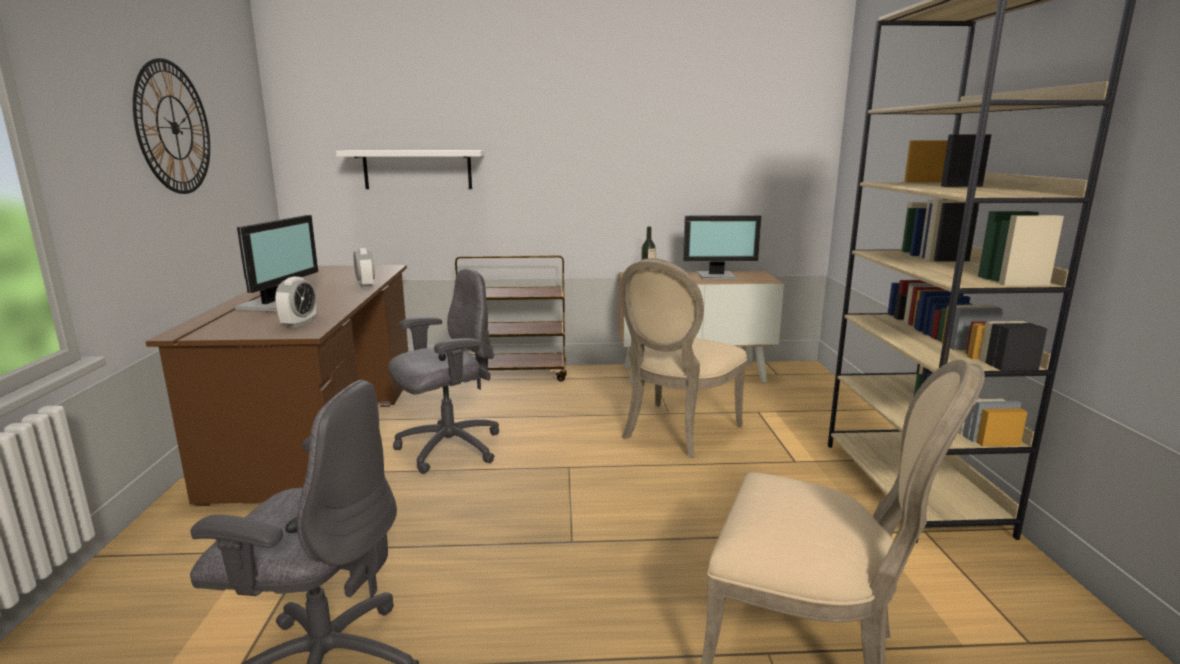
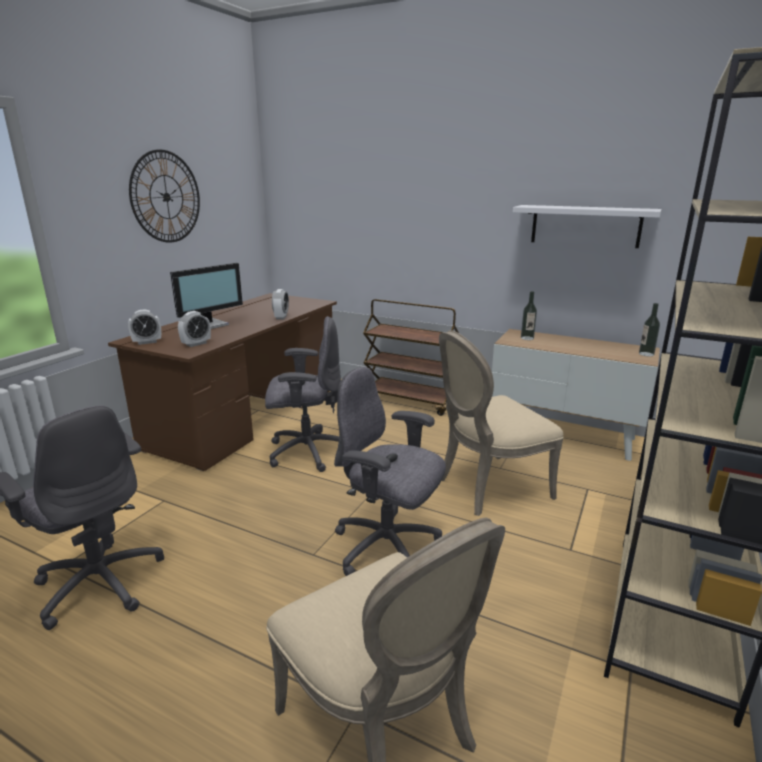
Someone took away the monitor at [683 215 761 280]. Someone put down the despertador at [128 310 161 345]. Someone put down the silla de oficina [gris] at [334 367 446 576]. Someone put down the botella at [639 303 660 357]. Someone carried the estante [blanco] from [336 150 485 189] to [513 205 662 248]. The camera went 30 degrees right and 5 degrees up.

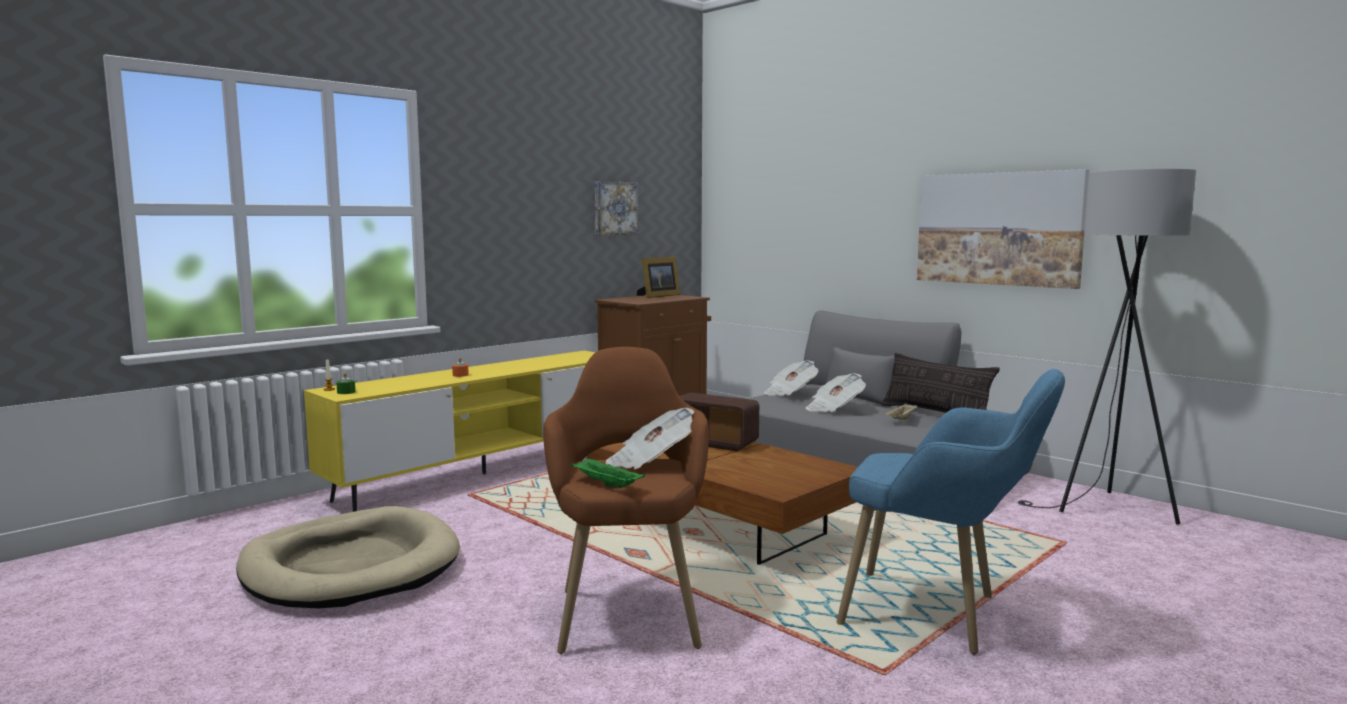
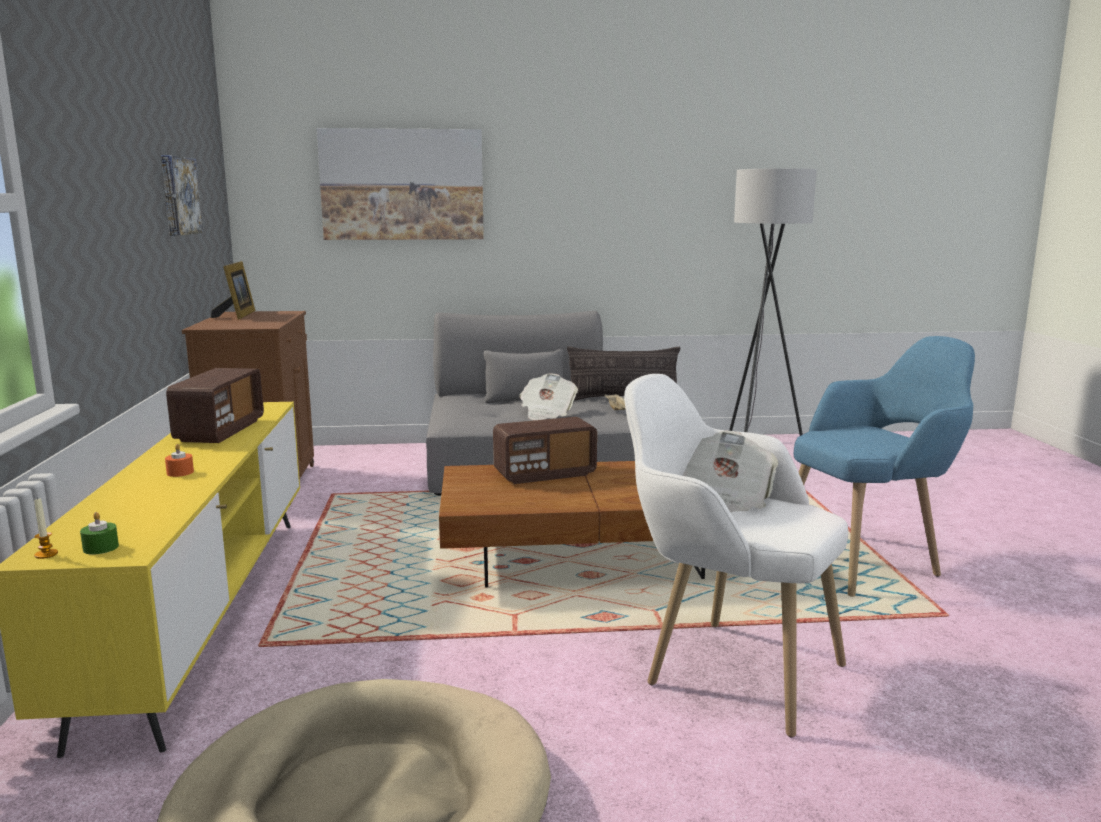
Someone took away the bandeja [verde] at [570 457 645 489]. Someone took away the periódico at [764 360 819 396]. Someone put down the radio at [166 368 264 443]. Someone carried the cuadro from [917 169 1089 289] to [317 128 484 240]. Someone repainted the sillón [marrón] at [543 347 709 654], which became the sillón [blanco] at [624 374 848 738]. The camera went 50 degrees left and 5 degrees up.

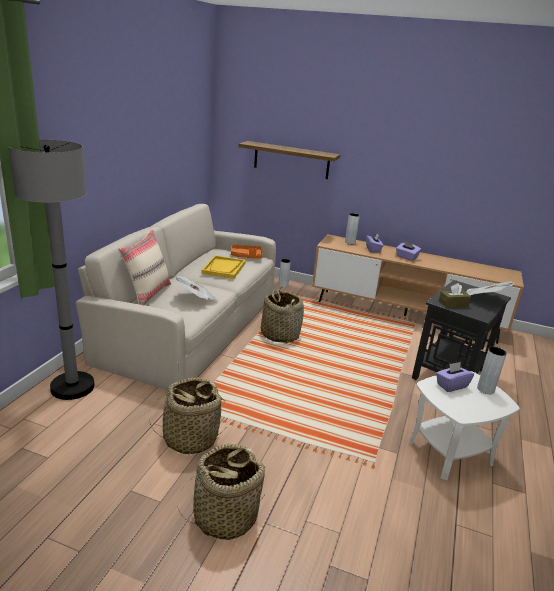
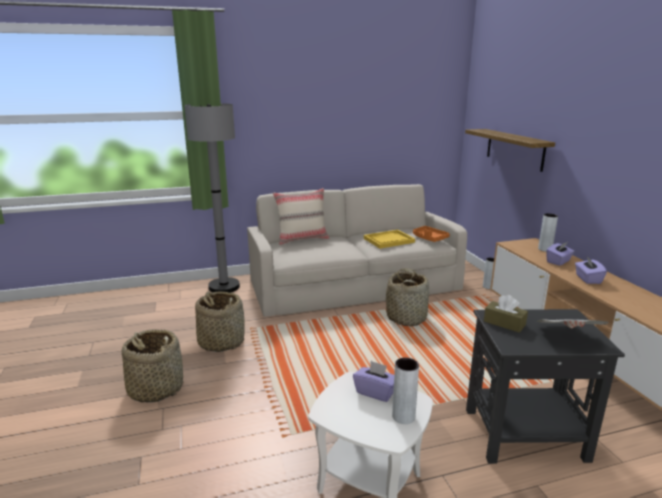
Someone took away the periódico at [174 276 218 300]. The camera went 55 degrees right and 5 degrees down.

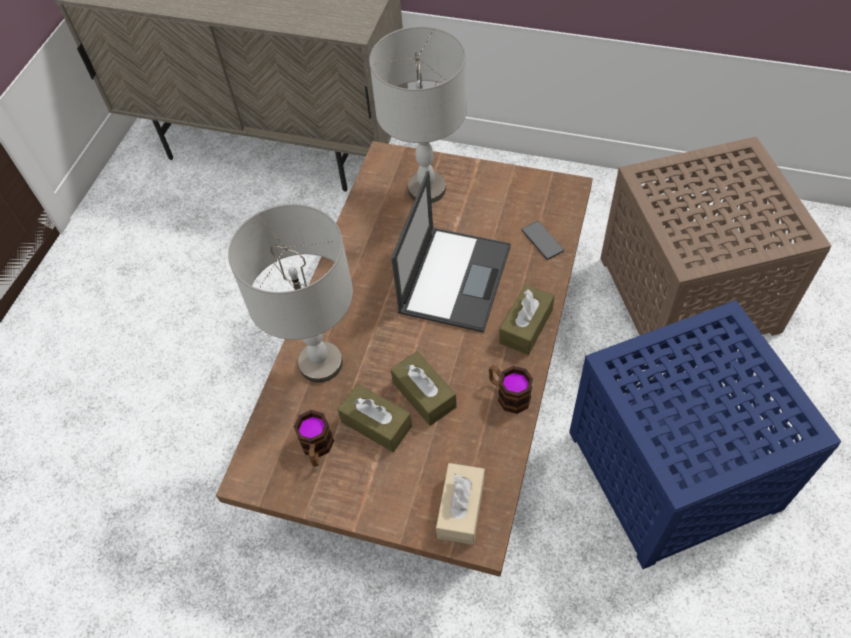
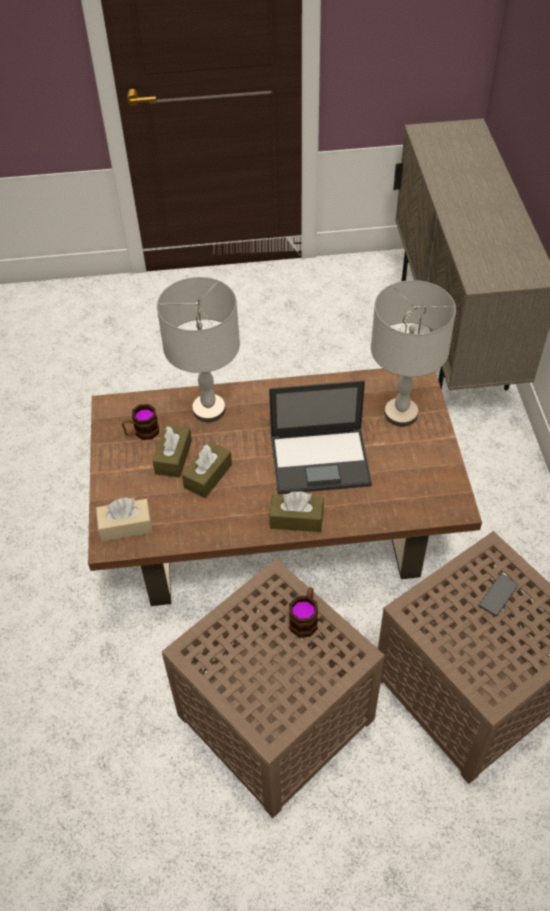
Someone carried the taza grande from [489 365 533 414] to [289 587 318 638]. Someone carried the móvil from [522 221 564 260] to [479 574 518 616]. Someone repainted the mesa auxiliar [azul] at [569 300 841 569], which became the mesa auxiliar [marrón] at [162 559 385 818]. The camera went 65 degrees right and 5 degrees down.

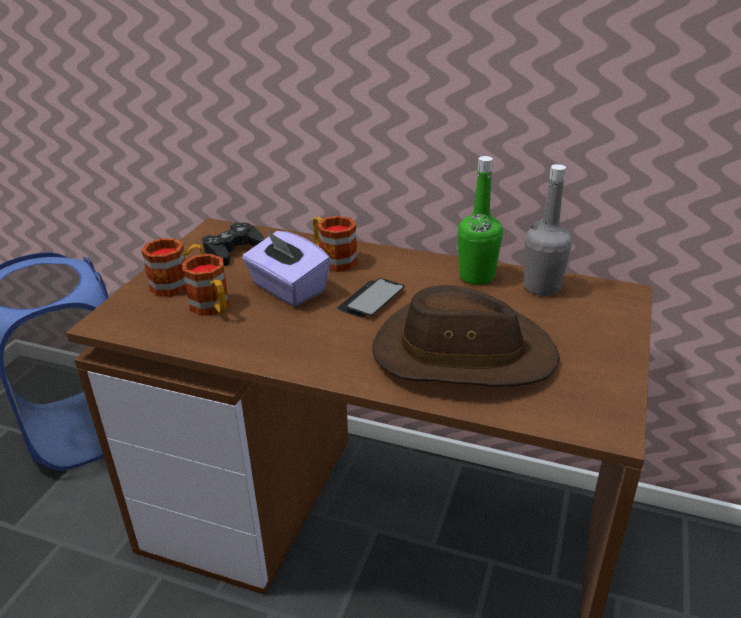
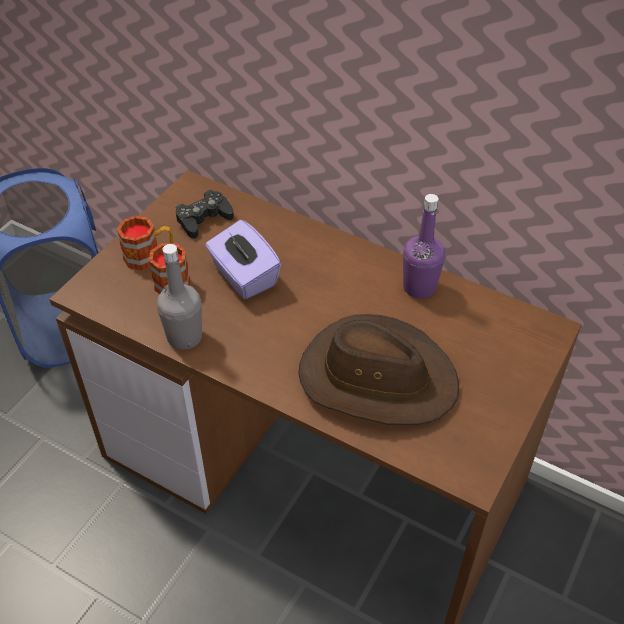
Someone took away the taza grande at [313 216 358 272]. Someone took away the móvil at [337 278 405 317]. Someone carried the botella [gris] from [524 164 572 296] to [157 244 202 350]. Someone repainted the botella [verde] at [458 156 503 285], which became the botella [morado] at [403 194 445 299]. The camera went 10 degrees right and 15 degrees up.

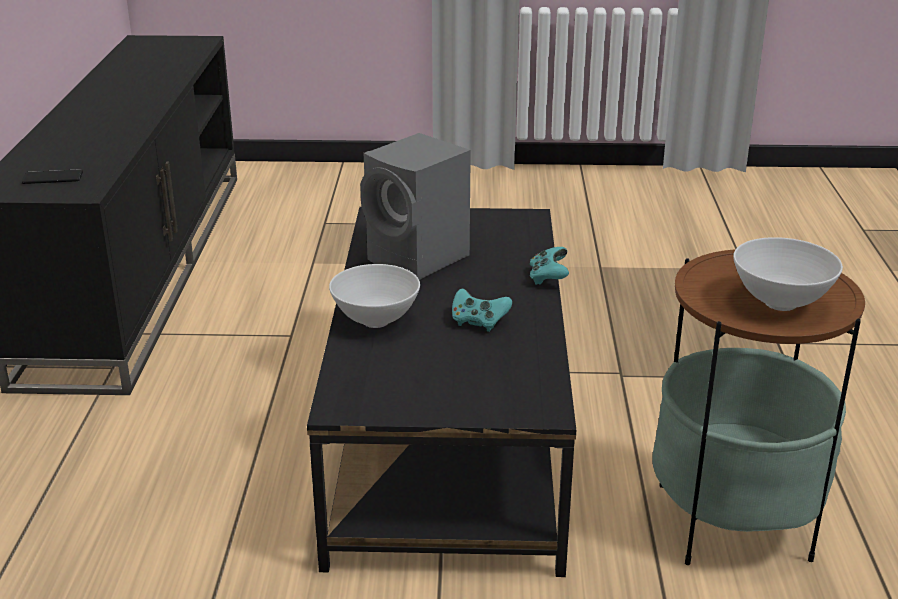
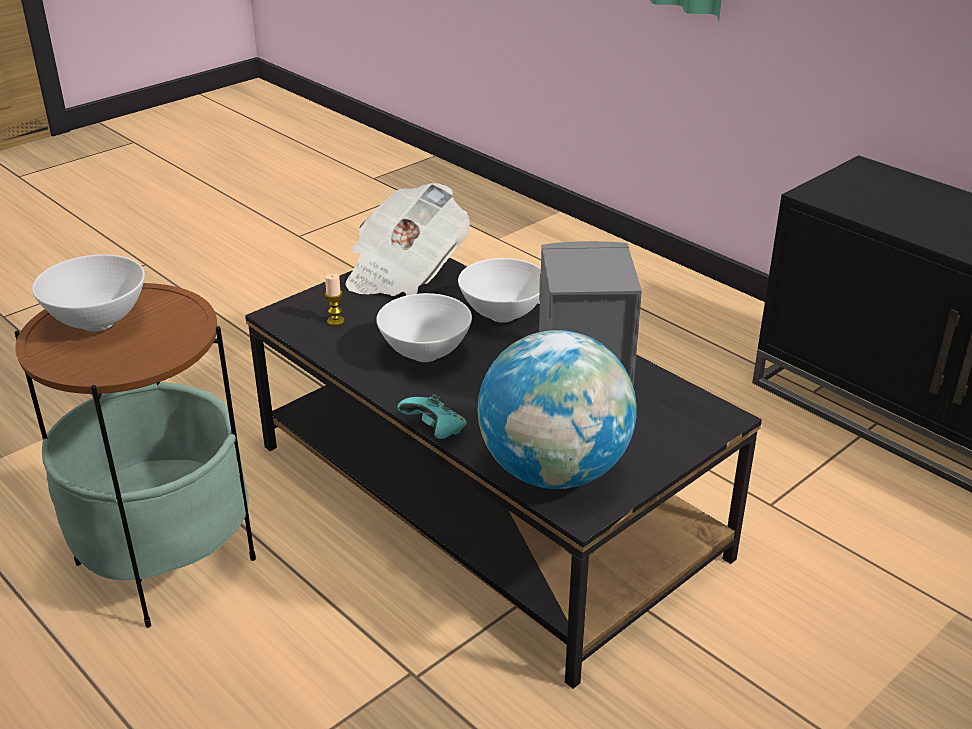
Someone took away the móvil at [21 169 83 184]. Someone put down the vela at [325 274 345 326]. Someone put down the periódico at [345 183 470 296]. Someone put down the globo terráqueo at [478 330 637 489]. Someone swapped the mando de consola [turquesa] at [452 288 512 332] for the cuenco [blanco] at [376 293 472 362]. The camera went 135 degrees right and 5 degrees up.

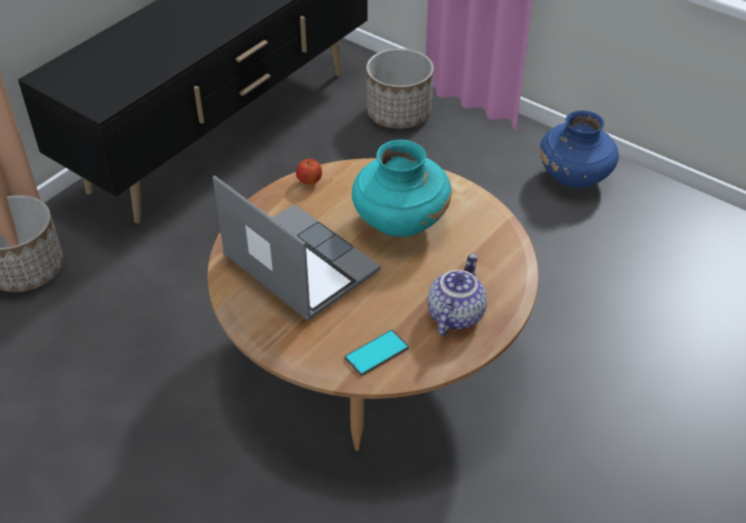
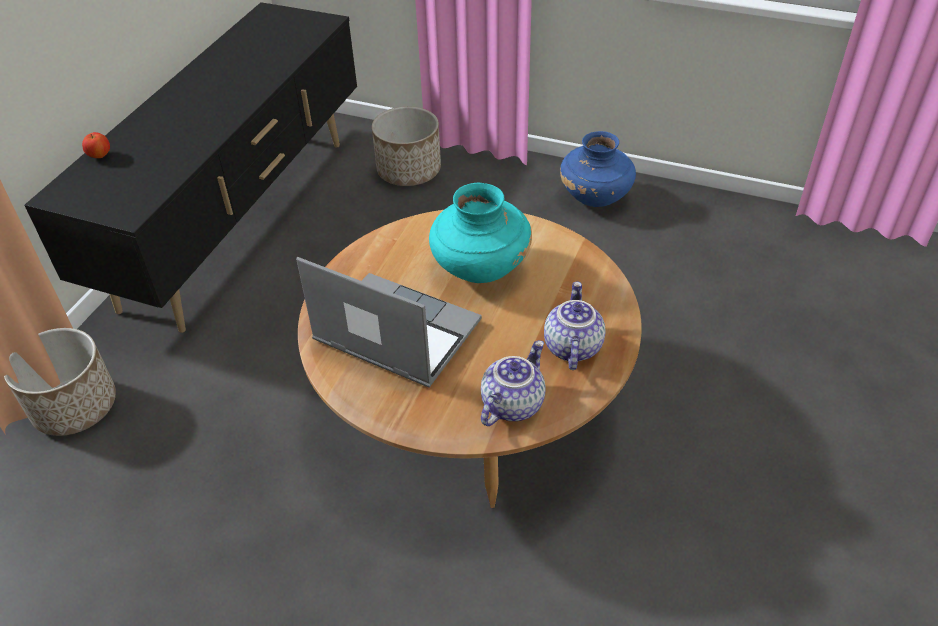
Someone carried the manzana from [296 158 322 185] to [82 132 110 158]. Someone swapped the móvil at [345 329 409 376] for the tetera at [481 340 546 426]. The camera went 15 degrees left and 0 degrees up.

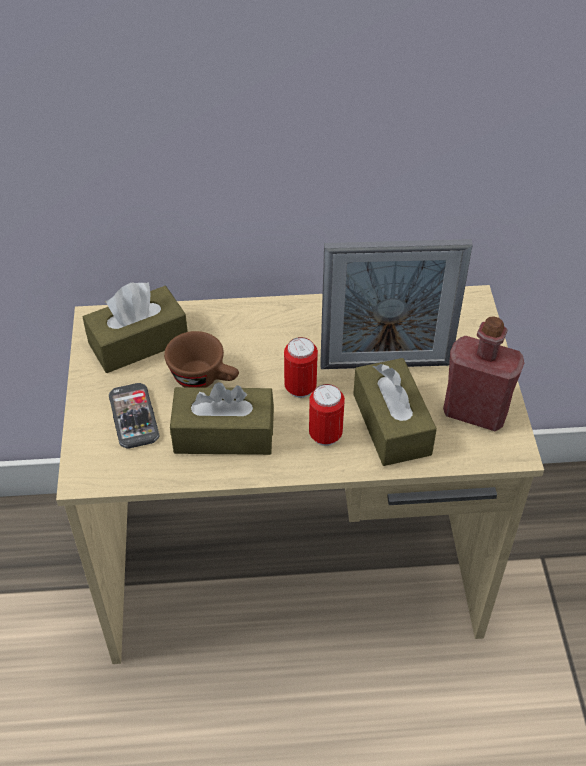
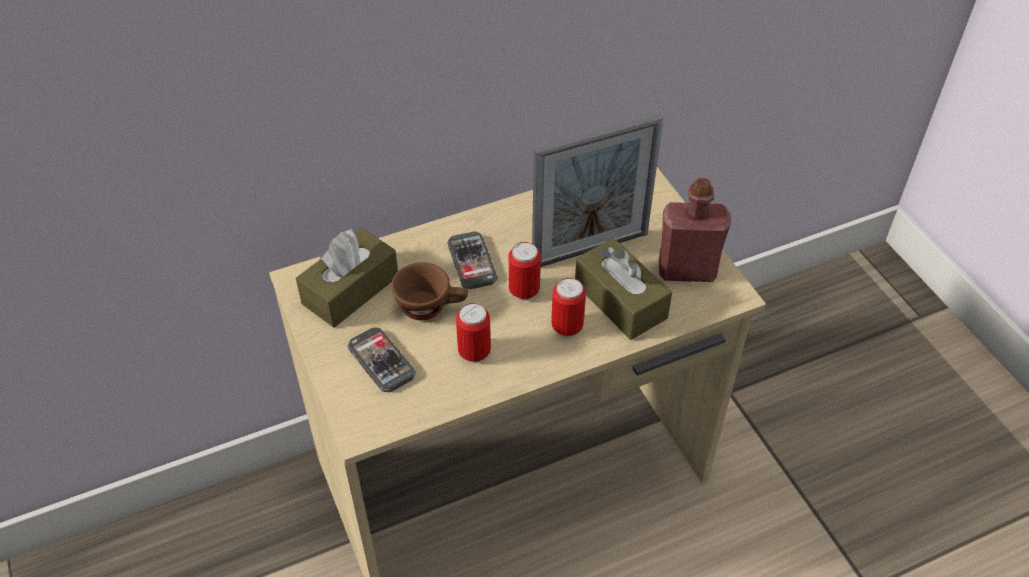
Someone put down the móvil at [447 232 498 289]. Someone swapped the caja de pañuelos [marrón] at [170 382 274 455] for the lata at [456 303 491 363]. The camera went 20 degrees left and 0 degrees up.

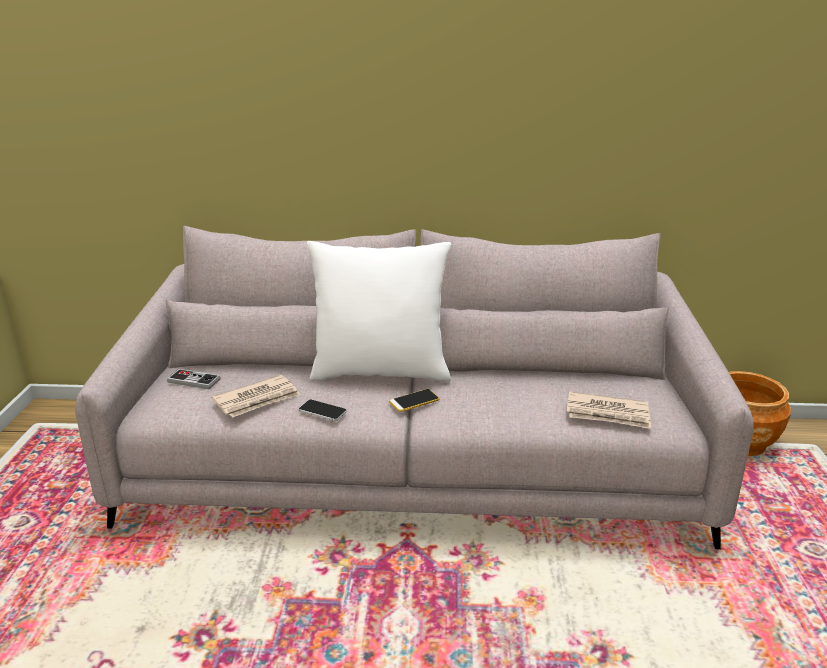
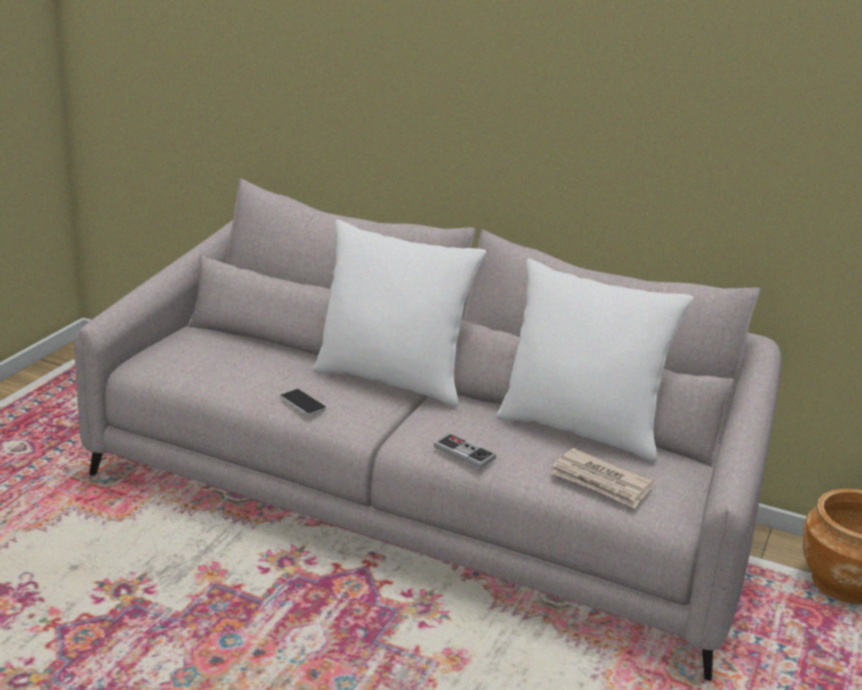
Someone took away the periódico at [211 375 301 418]. Someone took away the móvil at [389 389 440 412]. Someone put down the cojín [blanco] at [496 259 694 462]. Someone carried the mando de consola from [167 369 221 389] to [434 433 496 469]. The camera went 20 degrees right and 0 degrees up.

